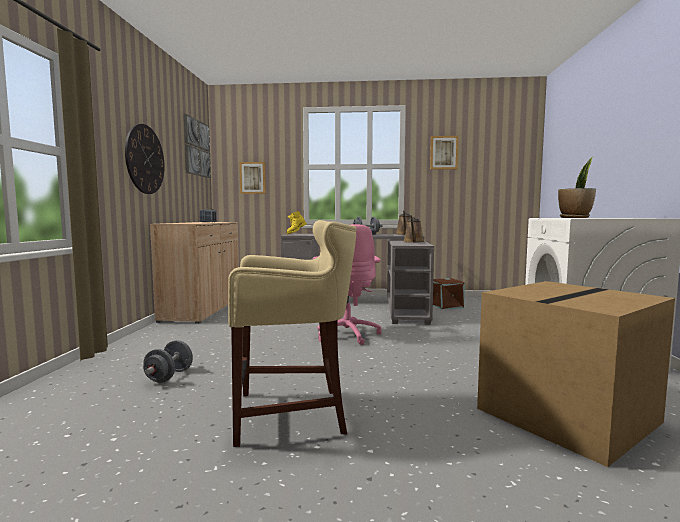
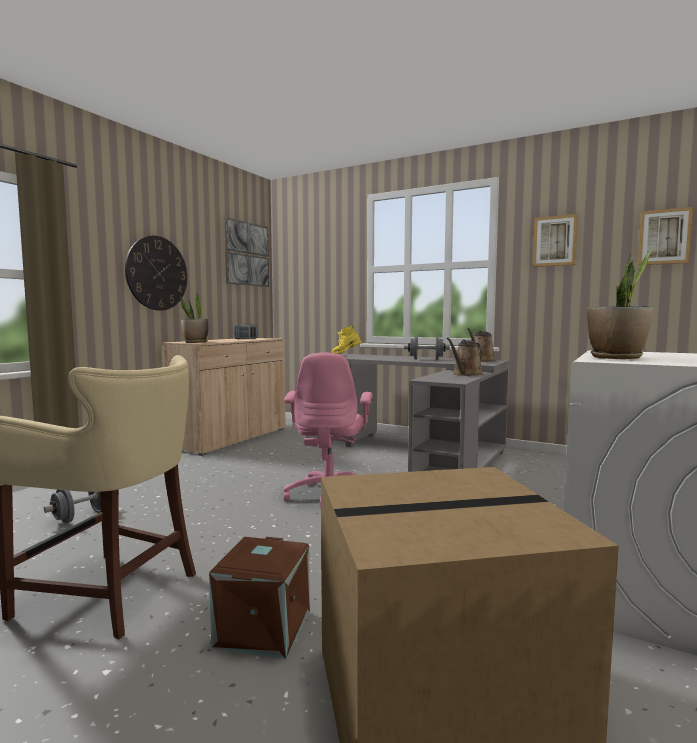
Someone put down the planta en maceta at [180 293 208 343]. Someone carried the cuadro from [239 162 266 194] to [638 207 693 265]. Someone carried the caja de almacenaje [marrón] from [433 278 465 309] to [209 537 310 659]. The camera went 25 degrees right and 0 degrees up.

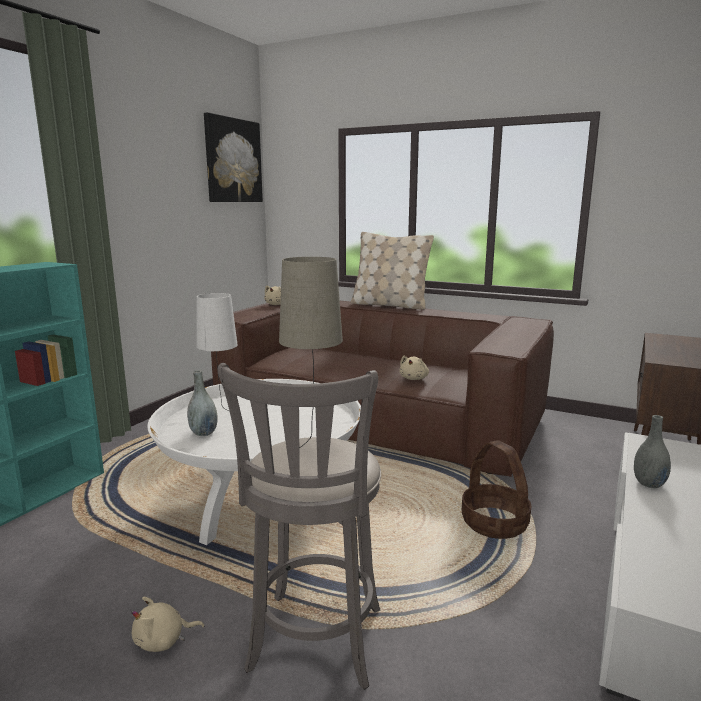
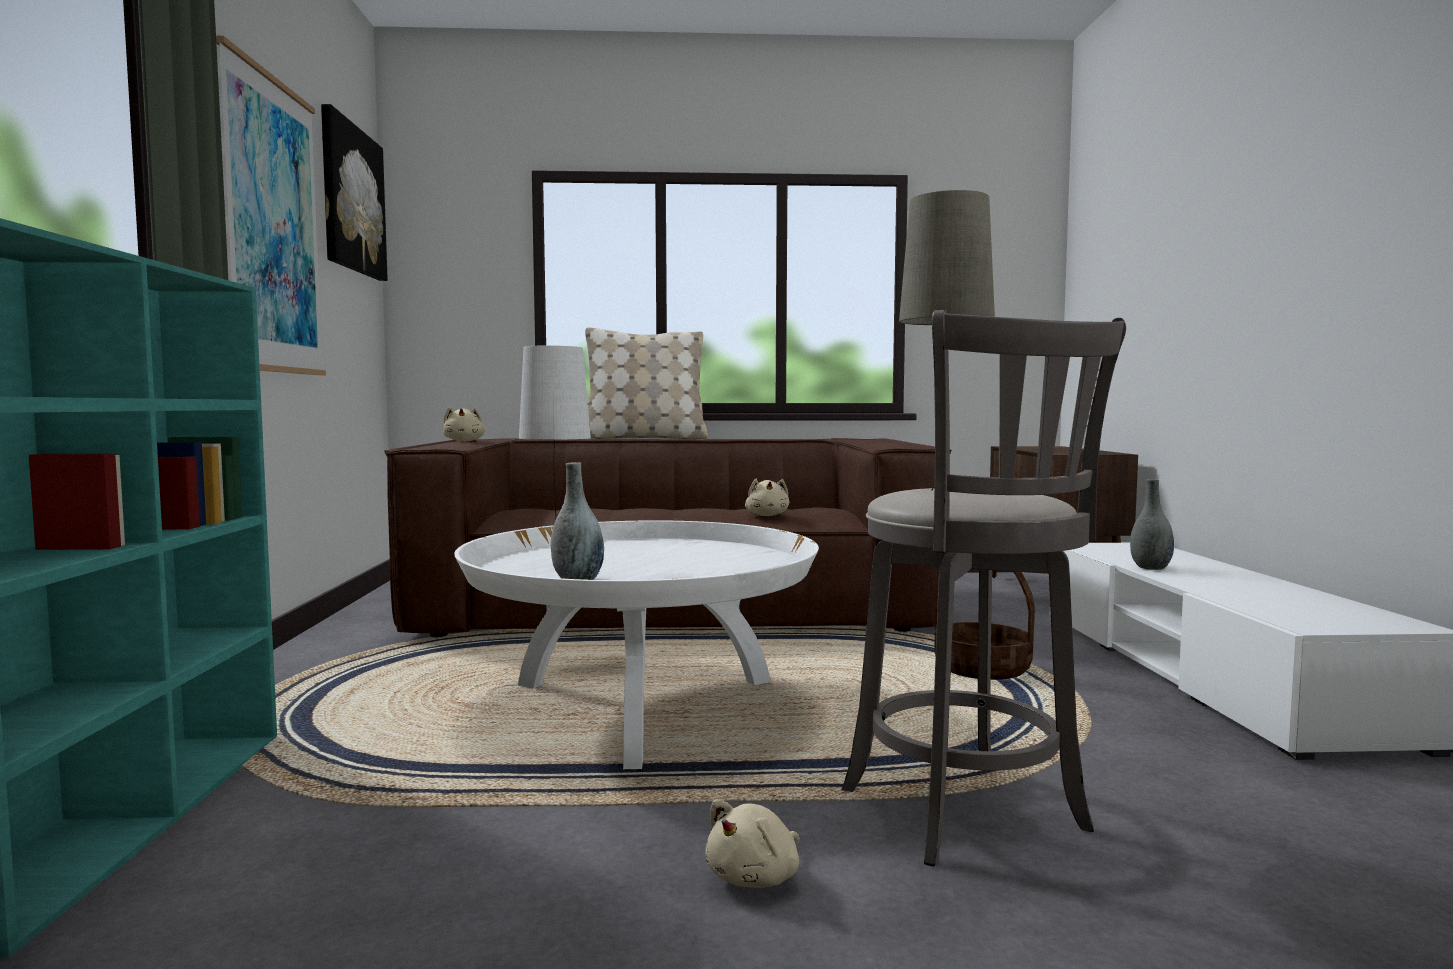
Someone put up the cuadro at [216 36 326 375]. The camera went 30 degrees left and 10 degrees down.

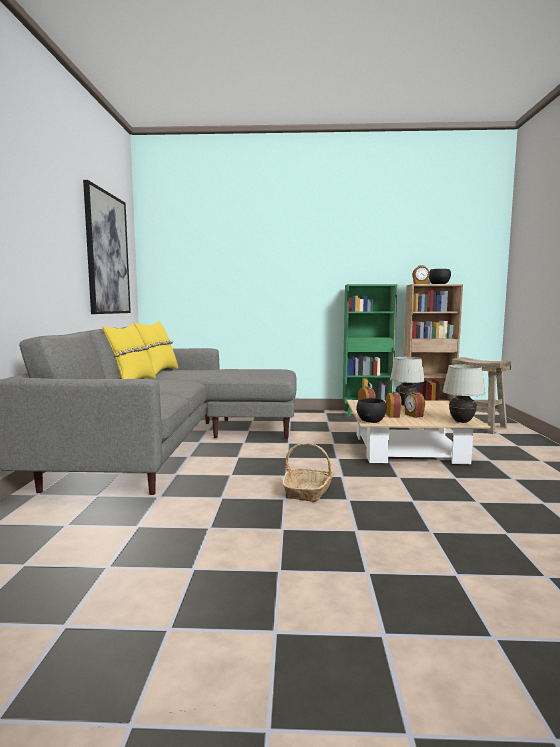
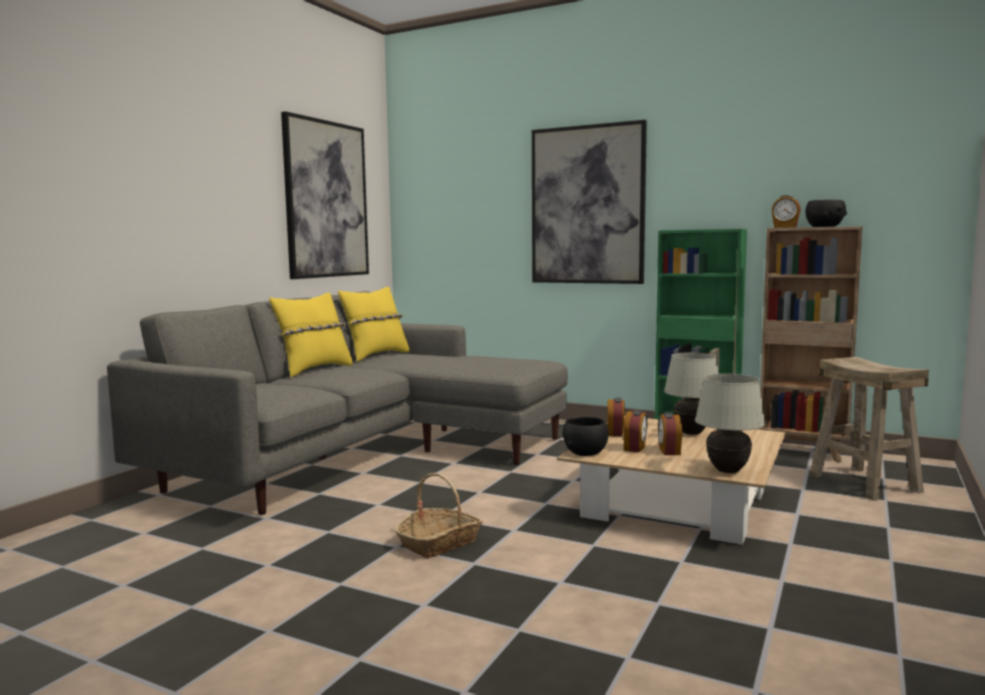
Someone put up the cuadro at [532 120 647 284]. The camera went 25 degrees right and 0 degrees up.

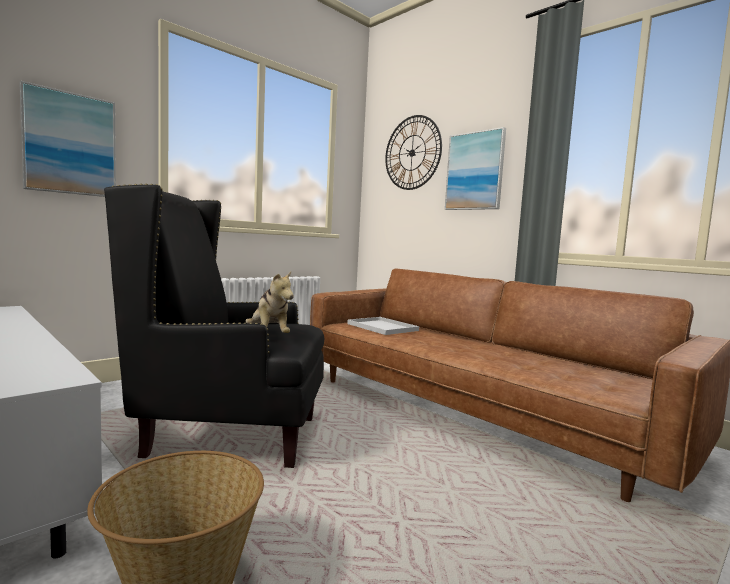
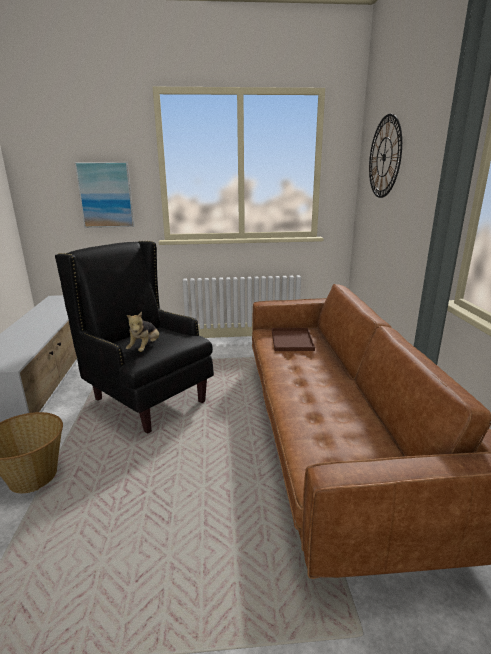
Someone took away the cuadro at [445 127 506 210]. Someone repainted the bandeja [blanco] at [347 317 419 335], which became the bandeja [marrón] at [272 328 315 351]. The camera went 40 degrees right and 15 degrees up.

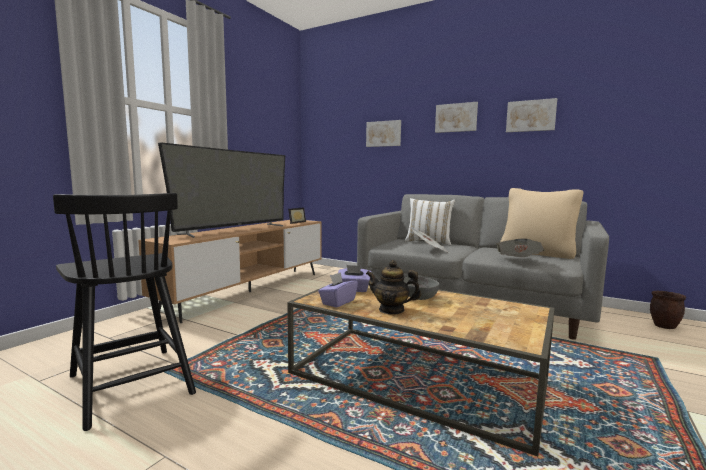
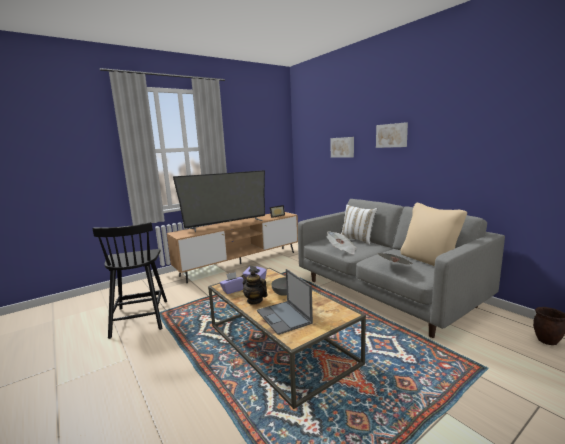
Someone took away the cuadro at [506 98 557 132]. Someone put down the portátil at [257 269 313 335]. The camera went 25 degrees right and 5 degrees up.

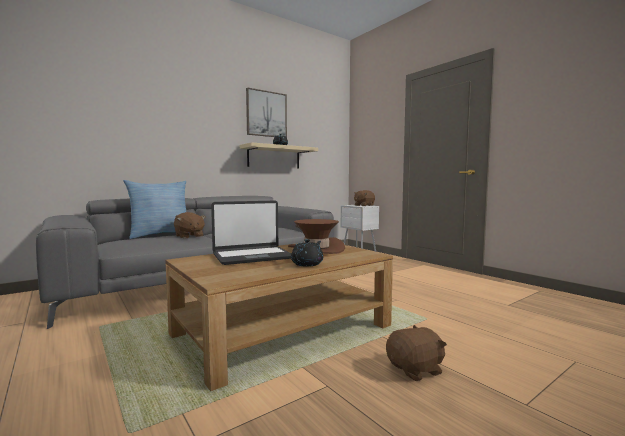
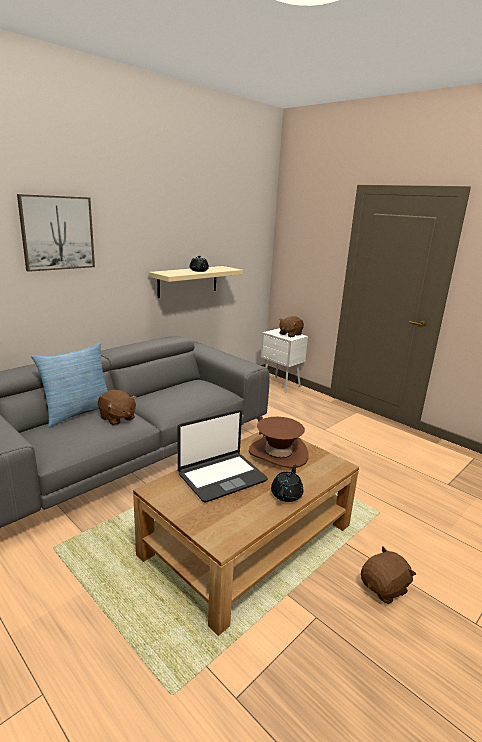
Someone carried the cuadro from [246 87 287 137] to [17 194 95 272]. The camera went 10 degrees left and 15 degrees up.

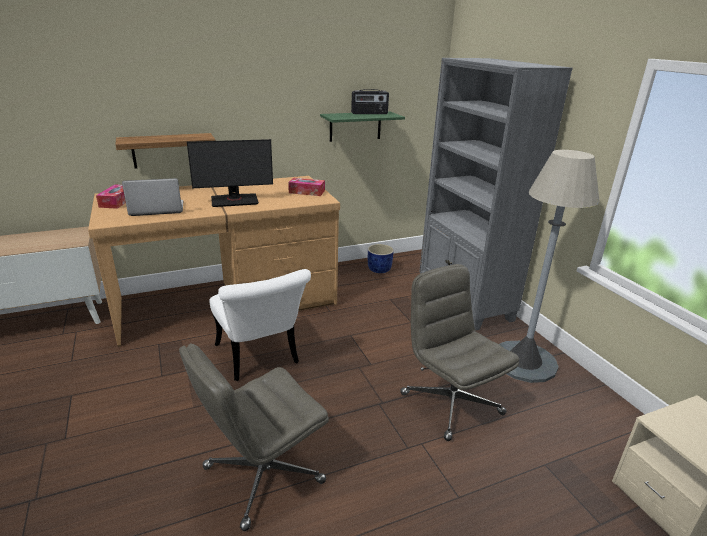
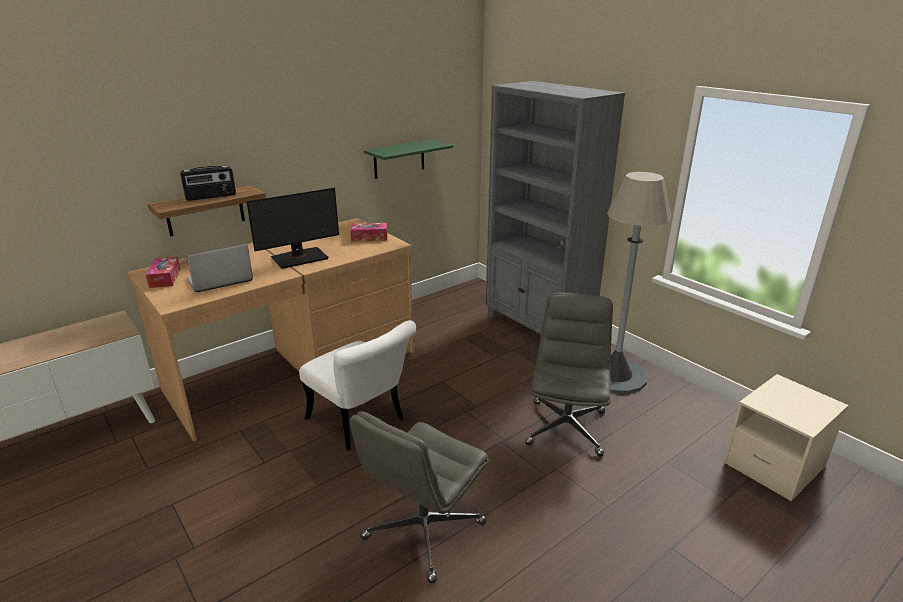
Someone took away the maceta [azul] at [368 244 394 273]. Someone carried the radio from [351 89 389 114] to [180 166 236 201]. Someone rotated the silla de oficina [gris] at [400 264 519 441] by 60 degrees clockwise. The camera went 15 degrees left and 0 degrees up.

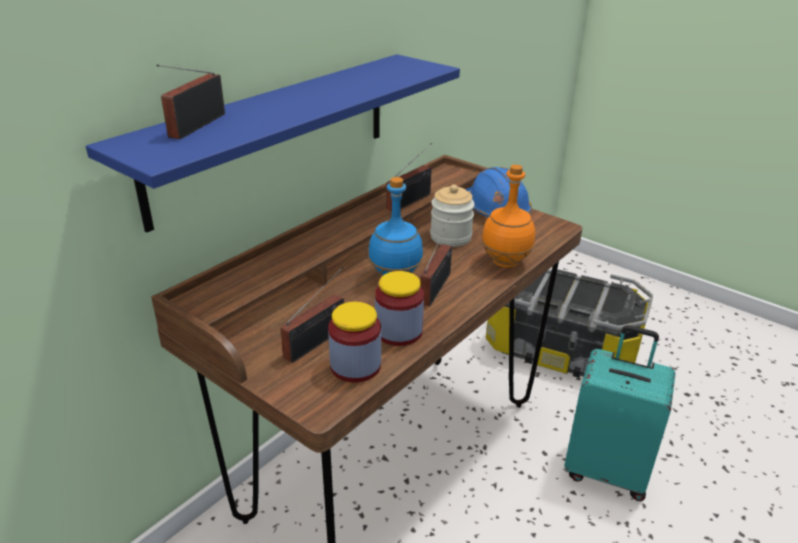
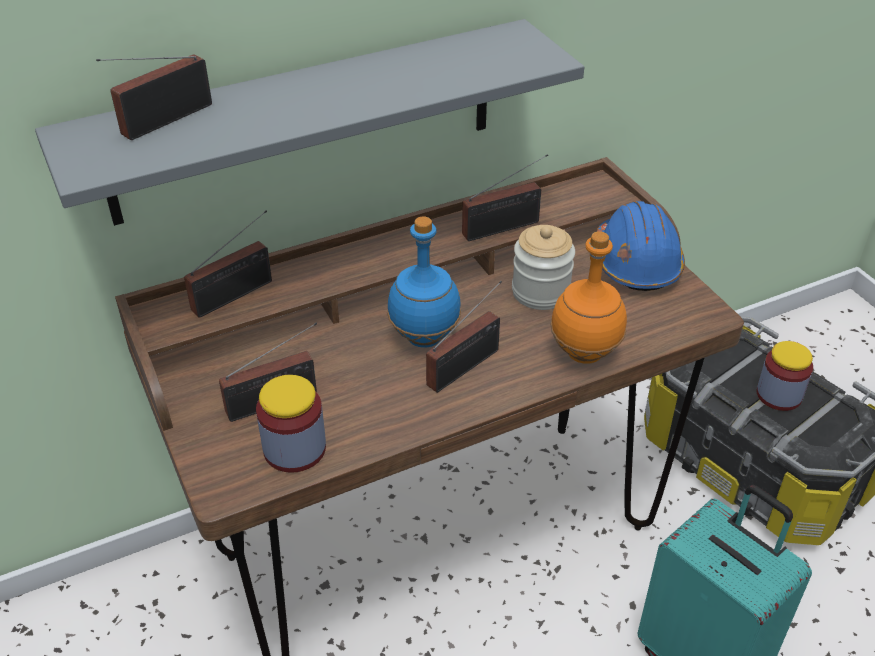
Someone put down the radio at [184 211 272 318]. Someone carried the tarro from [375 271 424 346] to [757 341 813 411]. Someone repainted the estante [azul] at [86 54 460 233], which became the estante [gris] at [35 19 584 226]. The camera went 25 degrees right and 10 degrees up.

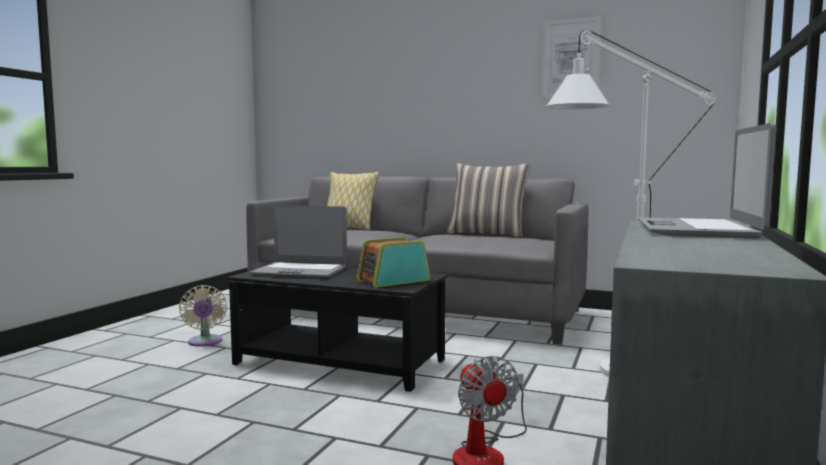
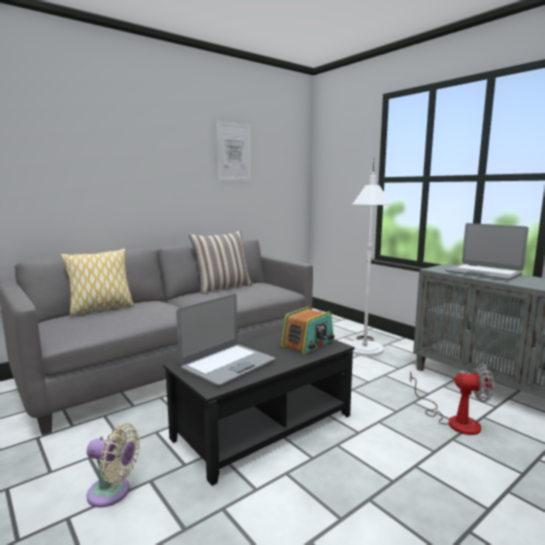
Someone rotated the radio at [357 237 431 288] by 135 degrees counterclockwise. The camera went 60 degrees left and 5 degrees up.

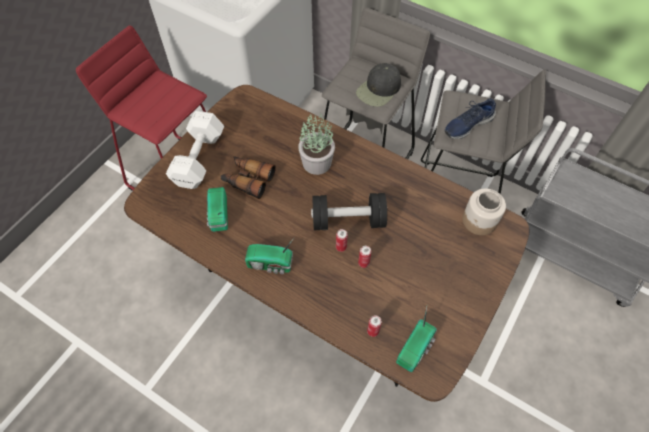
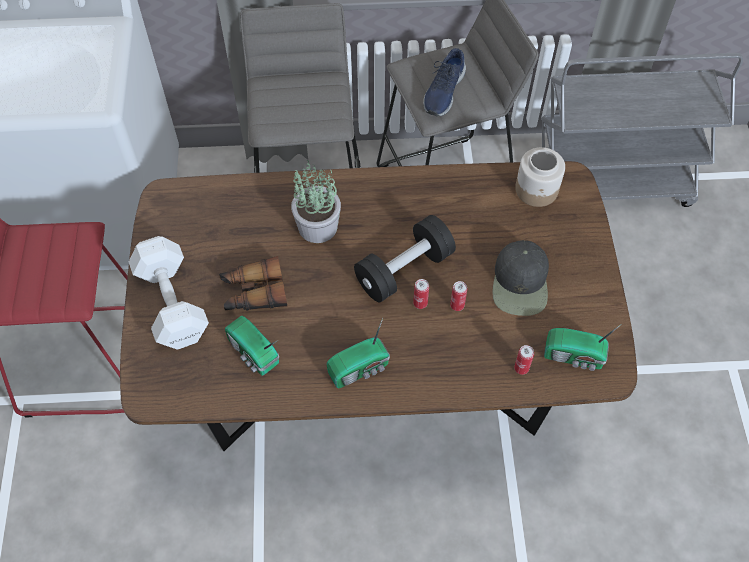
Someone carried the gorra [negro] from [356 63 401 107] to [492 240 549 316]. Someone rotated the radio at [396 307 437 372] by 105 degrees clockwise. The camera went 35 degrees left and 0 degrees up.

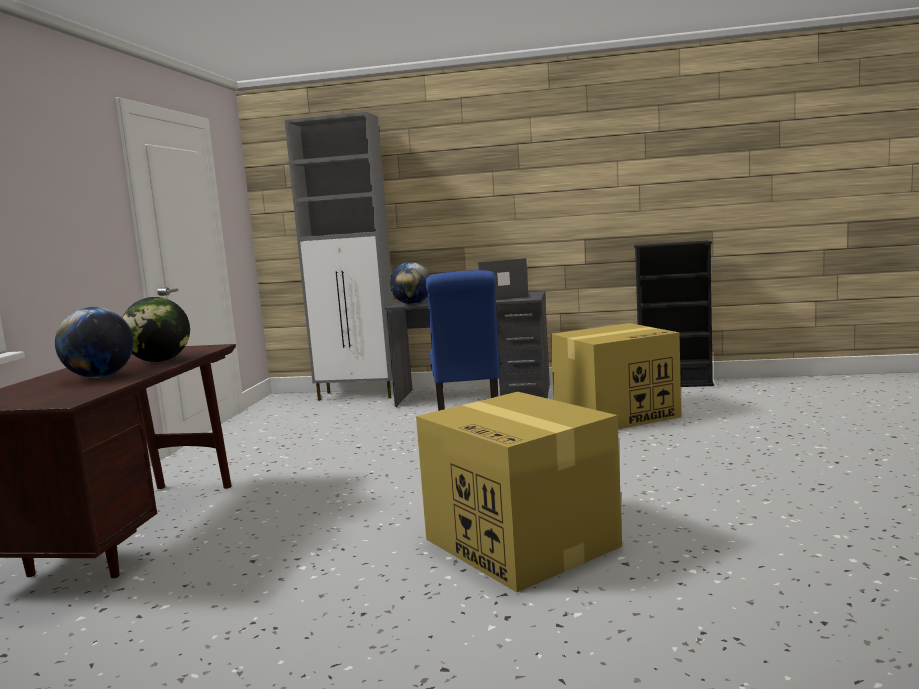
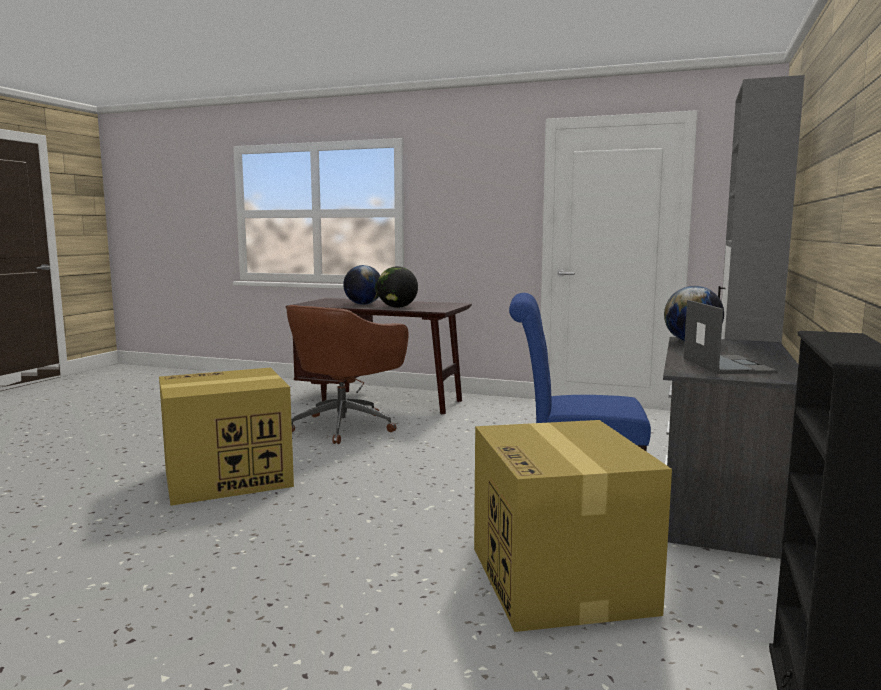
Someone put down the silla de oficina [marrón] at [286 305 409 444]. The camera went 100 degrees right and 0 degrees up.

